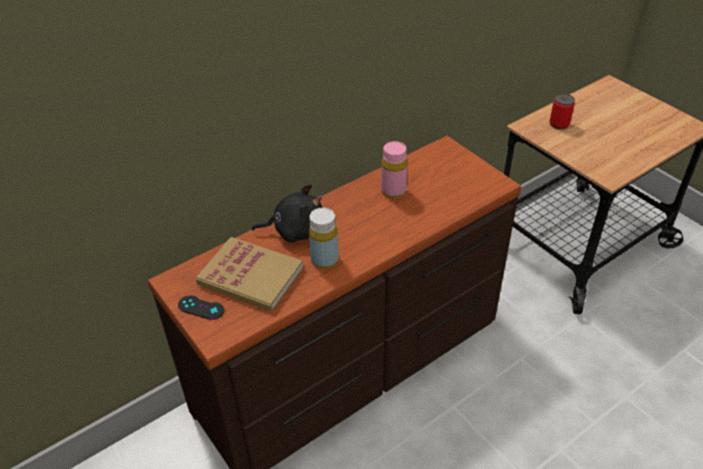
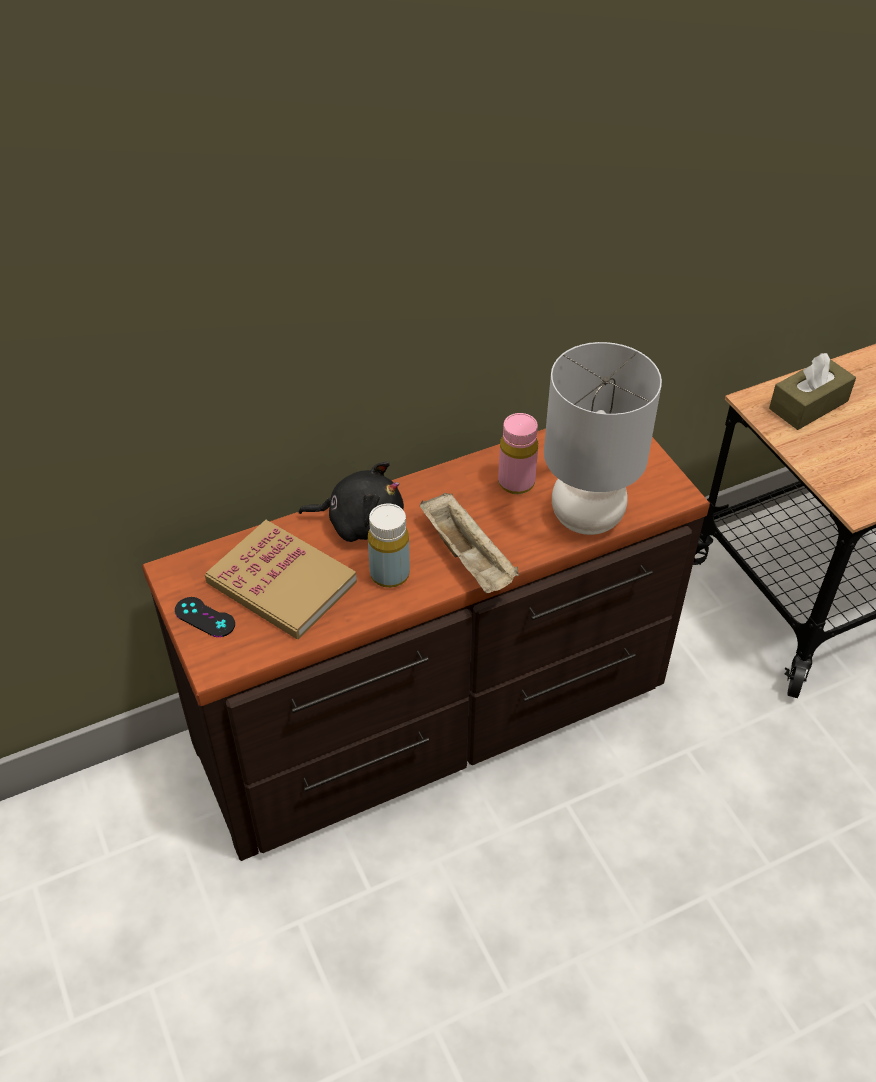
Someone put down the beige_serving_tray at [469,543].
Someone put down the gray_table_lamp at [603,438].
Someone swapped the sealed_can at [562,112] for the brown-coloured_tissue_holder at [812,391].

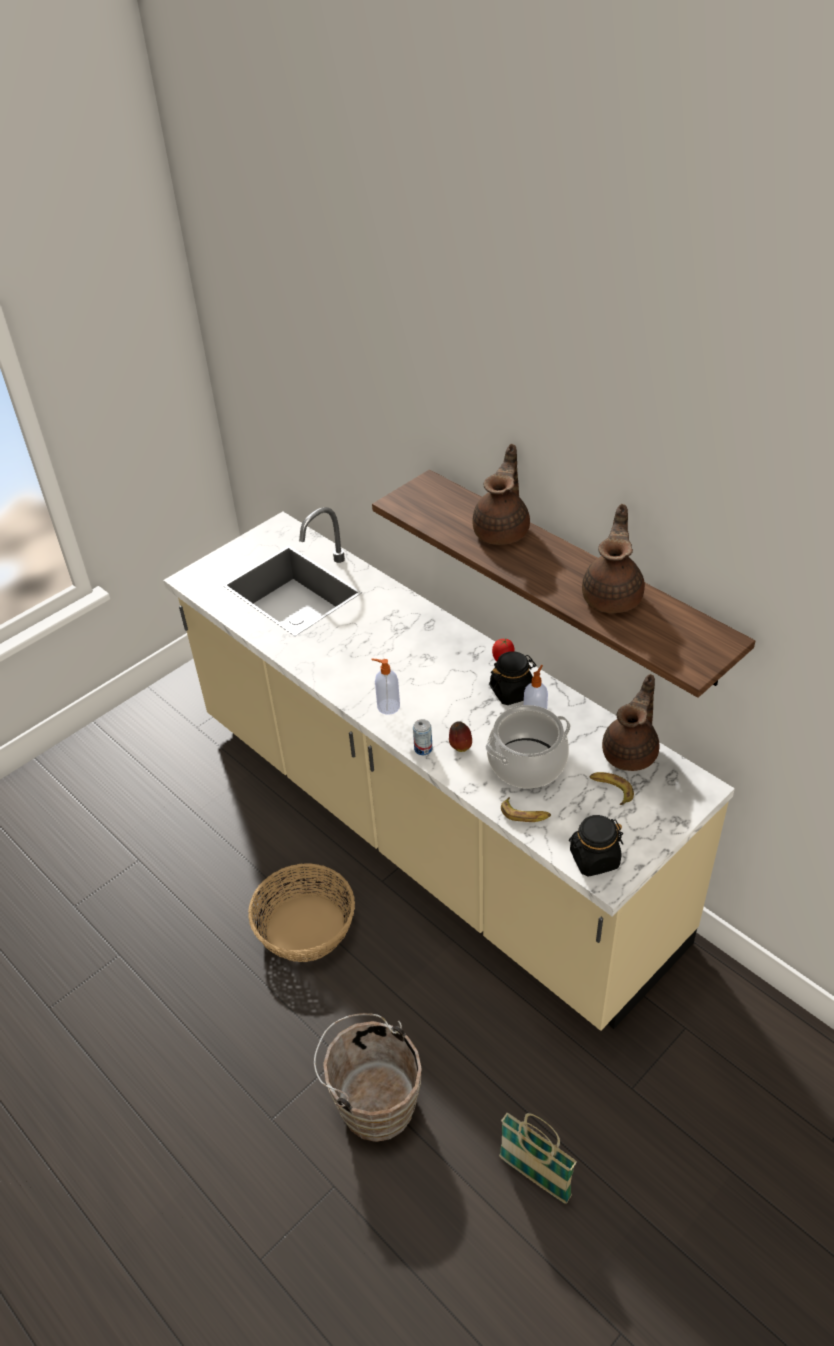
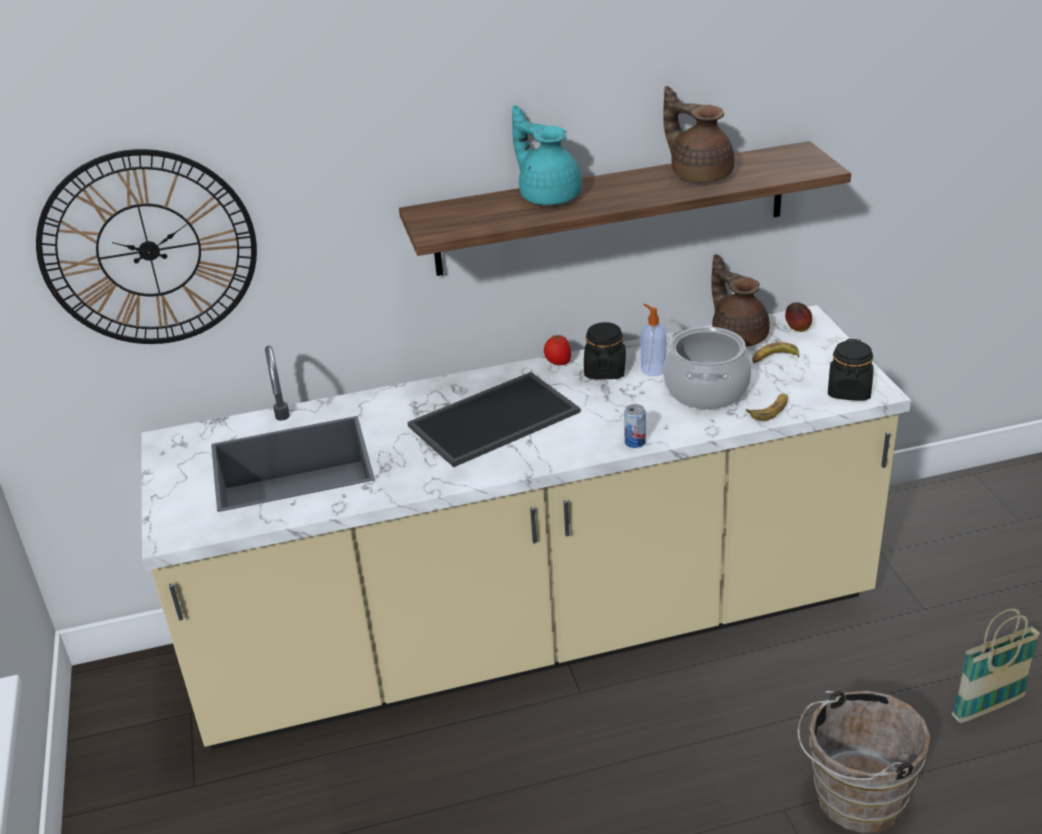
Someone took away the basket at [301,912].
Someone took away the soap_bottle at [385,687].
Someone put up the clock_on_the_wall at [146,246].
Someone put down the serving_tray at [493,419].
Someone carried the apple_fruit from [460,736] to [798,317].
Someone repainted the brown-coloured_teapot at [501,494], which became the blue-green_teapot at [547,155].

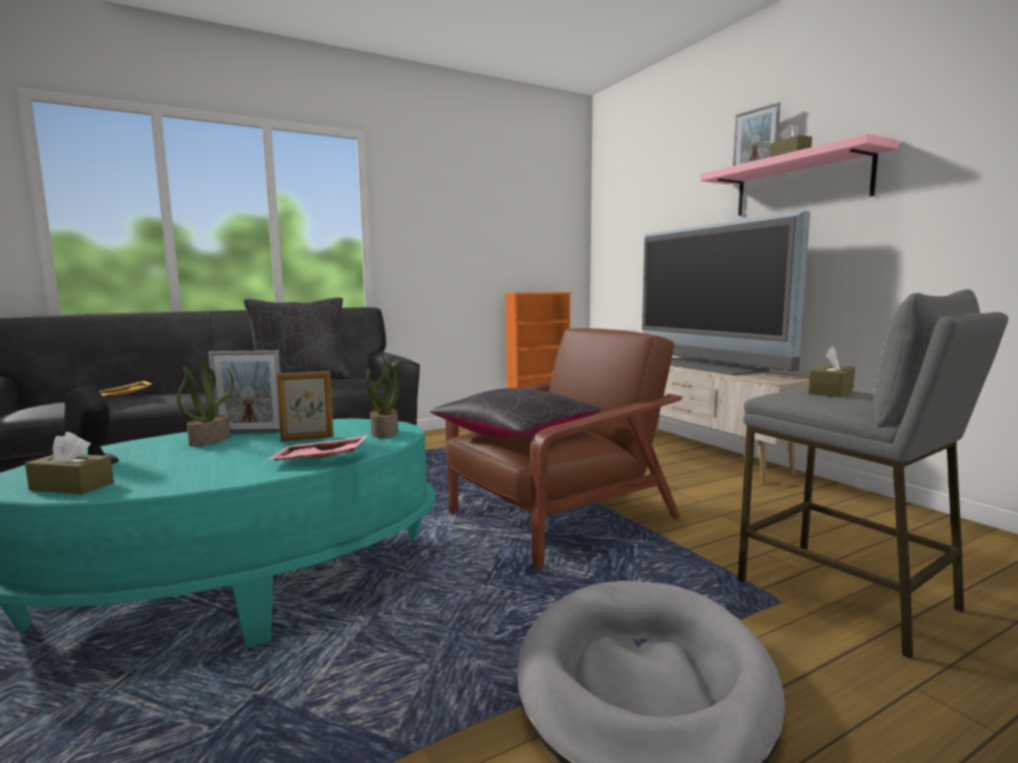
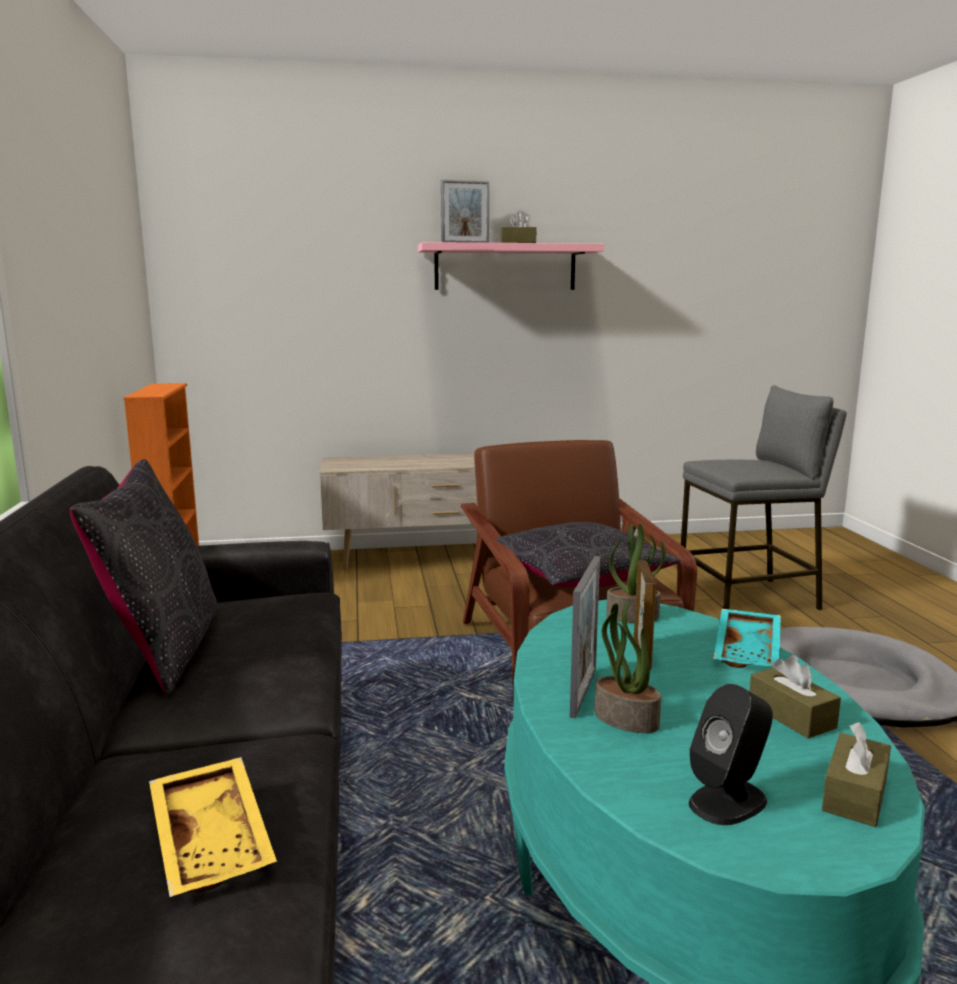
Someone took away the television at [726,293].
Someone carried the brown-coloured_tissue_holder from [831,371] to [795,697].
Someone repainted the pink_serving_tray at [318,448], which became the blue-green_serving_tray at [747,638].

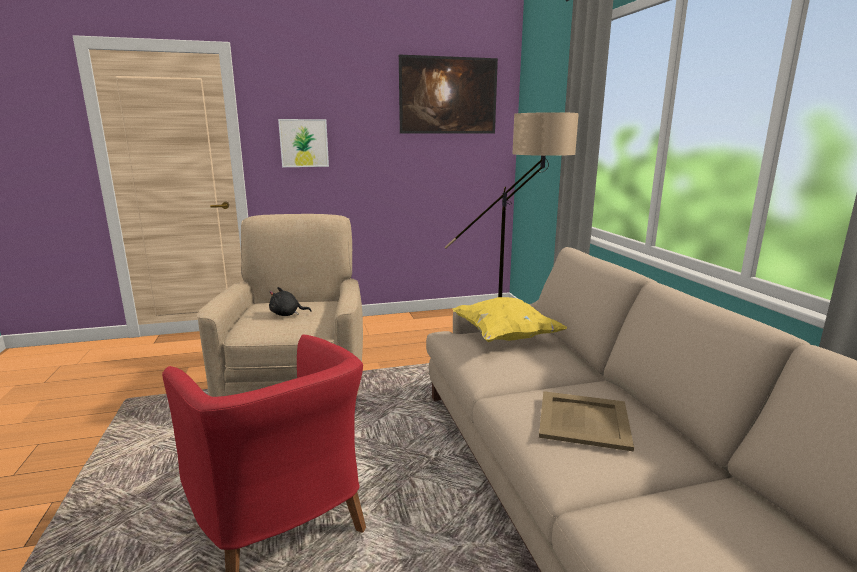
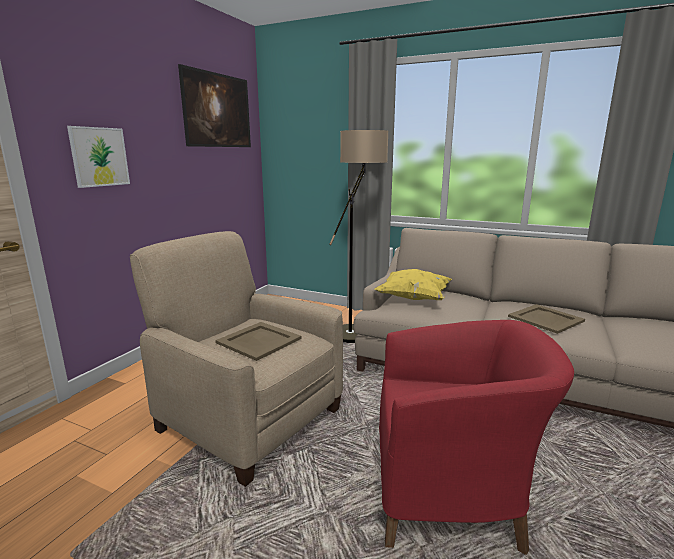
Someone swapped the blackish_plush_toy at [290,301] for the beige_serving_tray at [258,341].

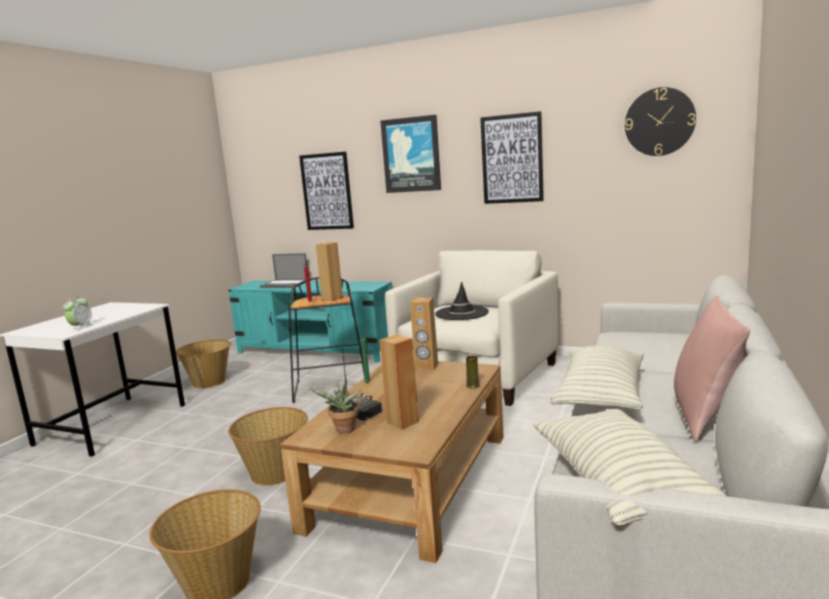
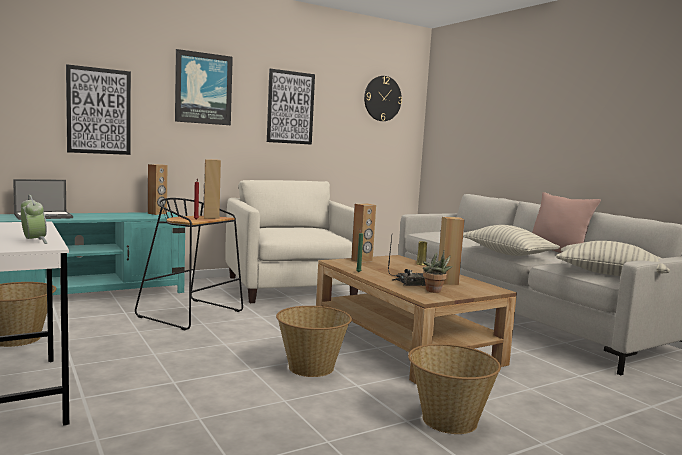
Someone took away the blackish_clothing_hat at [462,300].
Someone put down the brown-coloured_audio_speaker at [157,189].

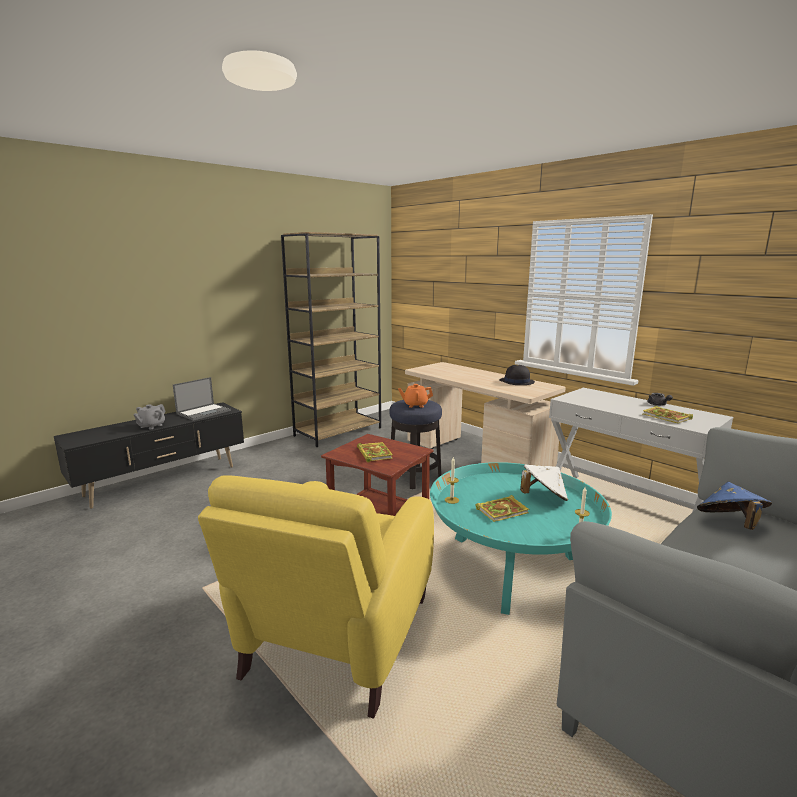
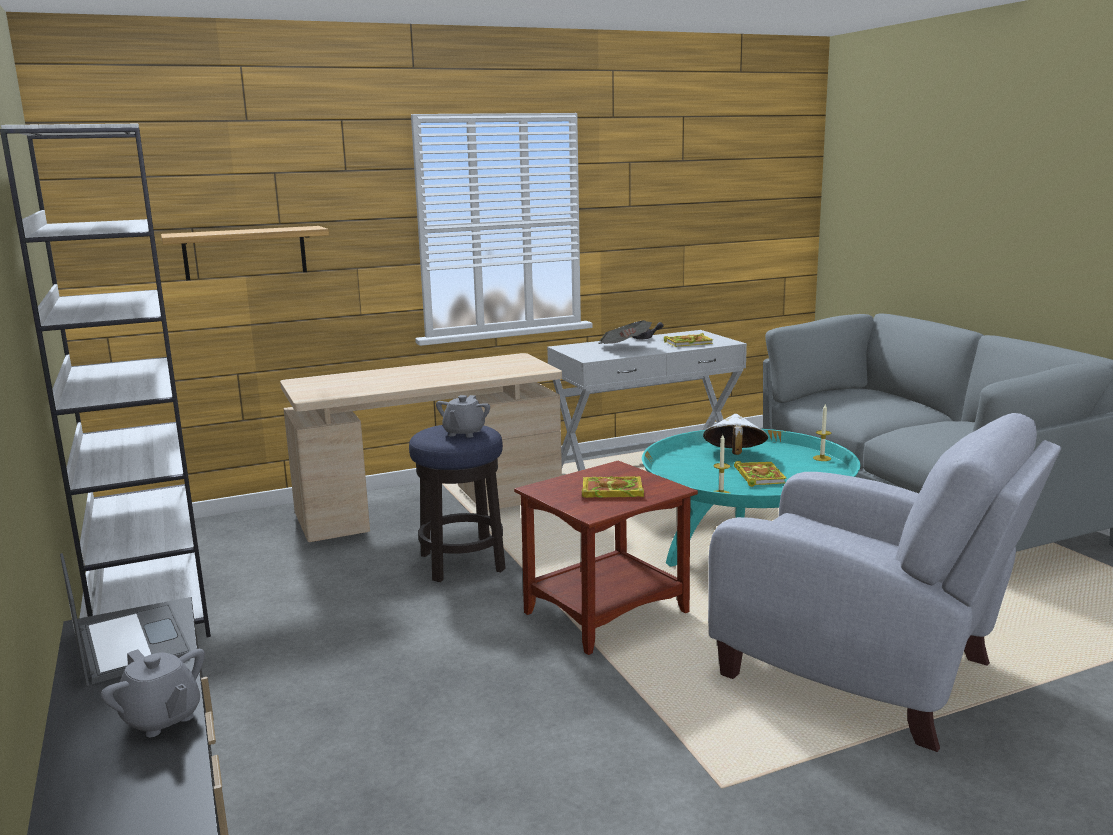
Someone took away the blackish_clothing_hat at [517,375].
Someone took away the blue_clothing_hat at [734,506].
Someone put up the shelf at [245,253].
Someone put down the printed_paper at [625,332].
Someone repainted the yellowish_easy_chair at [316,596], which became the gray_easy_chair at [884,582].
Someone repainted the brown-coloured_shelving_unit at [331,339], which became the white_shelving_unit at [105,380].
Someone repainted the orangey_teapot at [415,396], which became the gray_teapot at [463,416].

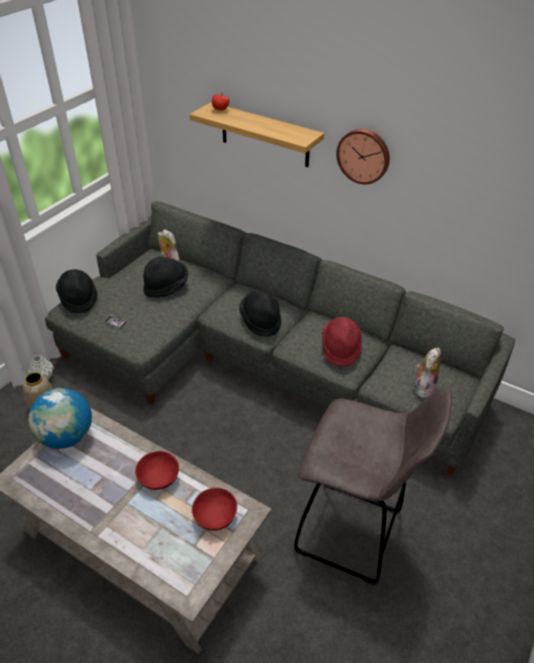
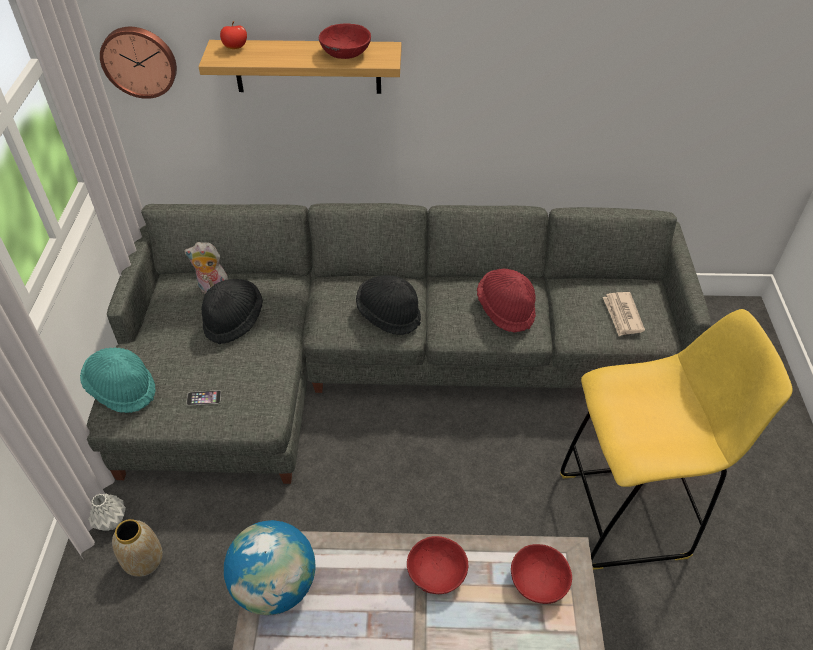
Someone put down the red_serving_bowl at [345,41].
Someone carried the clock_on_the_wall from [363,156] to [138,63].
Someone swapped the plush_toy at [427,372] for the printed_paper at [624,314].
Someone repainted the blackish_clothing_hat at [77,291], which became the blue-green_clothing_hat at [118,380].
Someone repainted the gray_stool at [373,486], which became the yellowish_stool at [676,439].

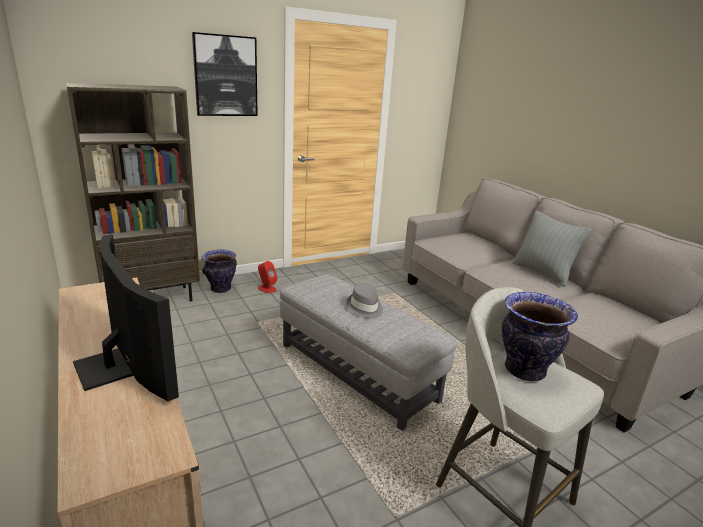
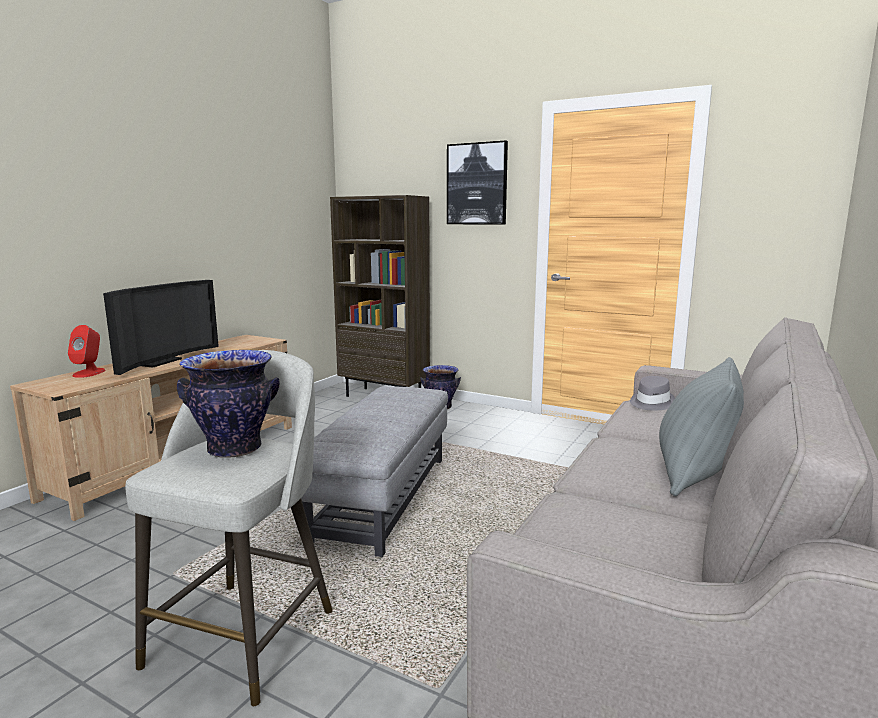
Someone carried the red_audio_speaker from [267,277] to [87,351].
Someone carried the gray_clothing_hat from [365,300] to [652,393].

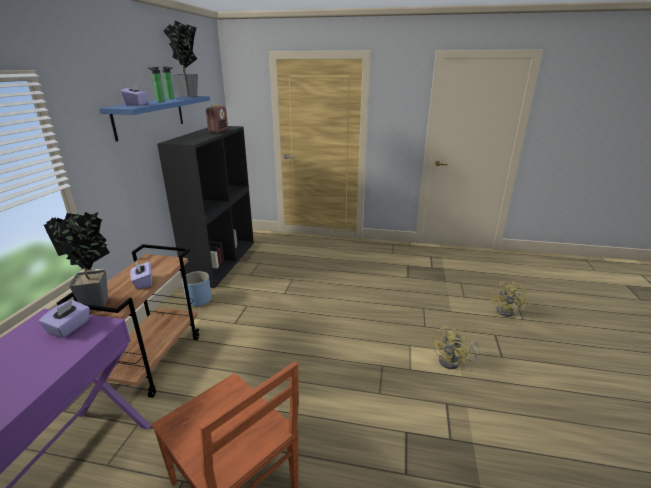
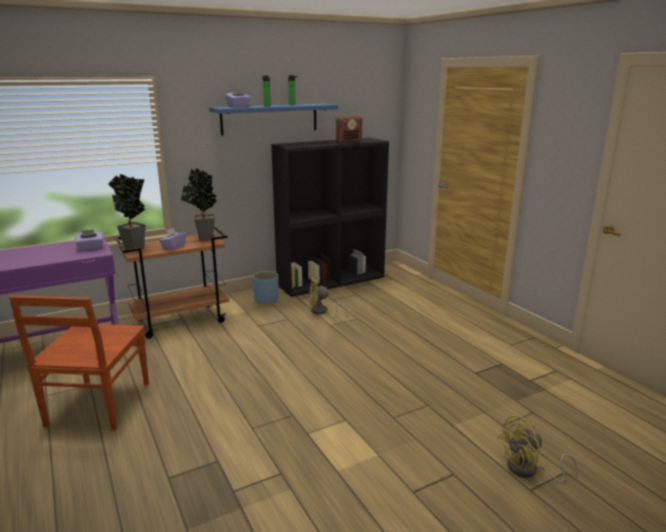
Someone carried the plant_in_a_pot from [180,58] to [199,204].
Someone carried the yellowish_electric_fan from [455,347] to [328,297].

